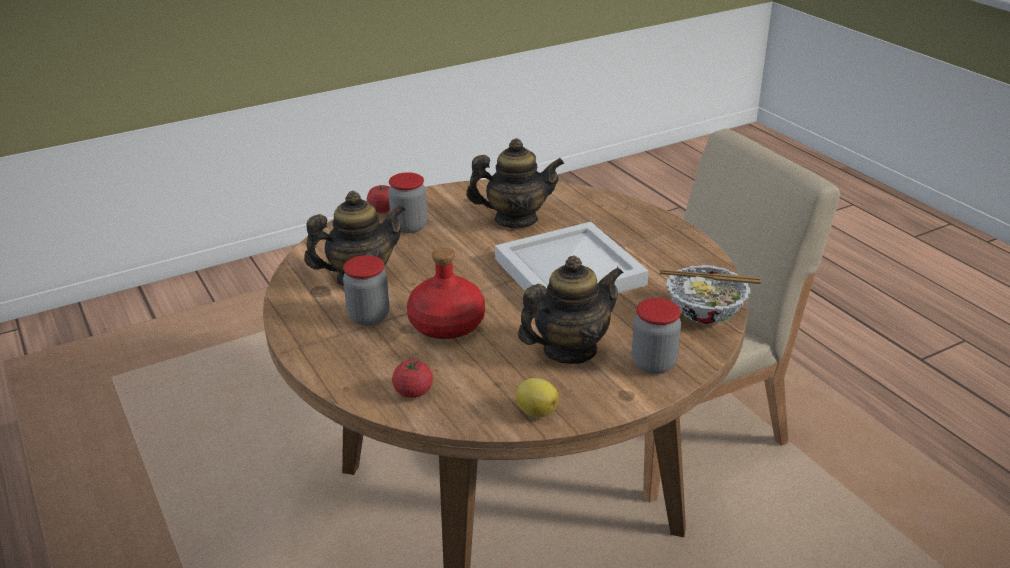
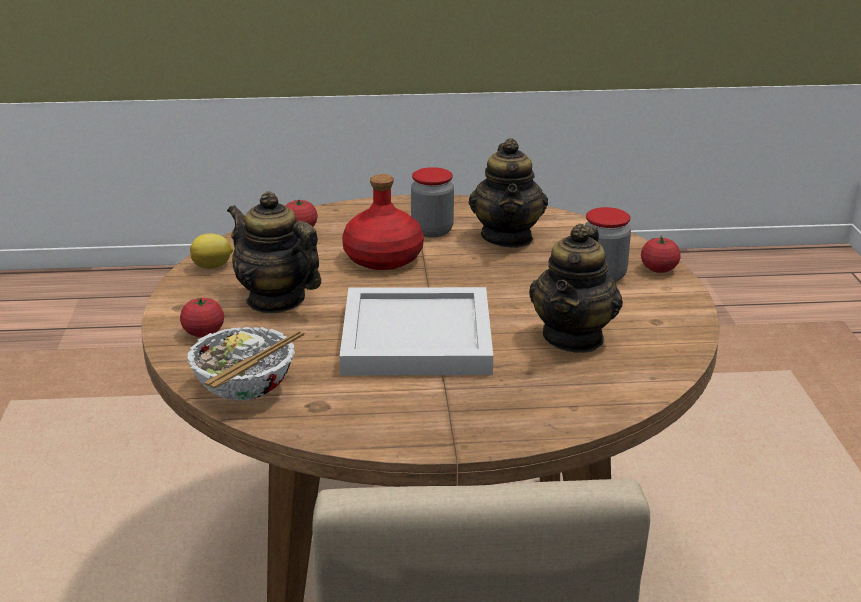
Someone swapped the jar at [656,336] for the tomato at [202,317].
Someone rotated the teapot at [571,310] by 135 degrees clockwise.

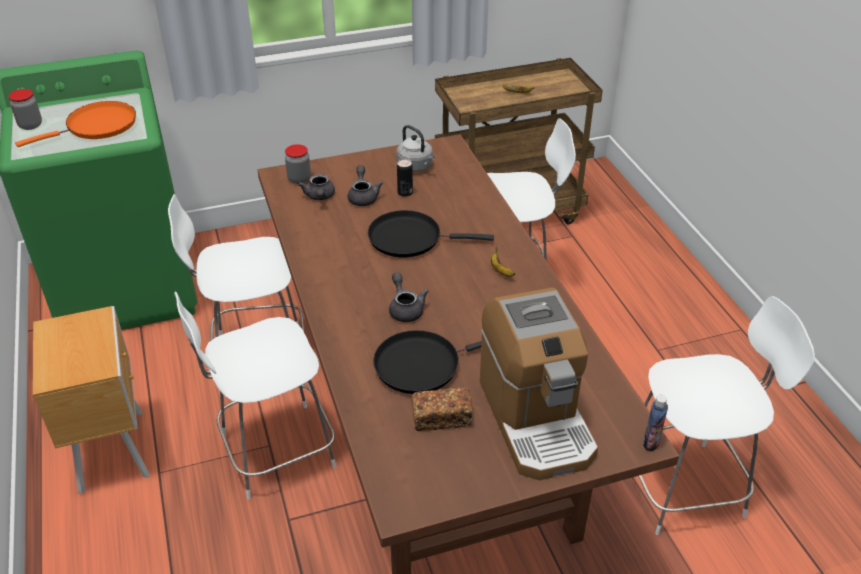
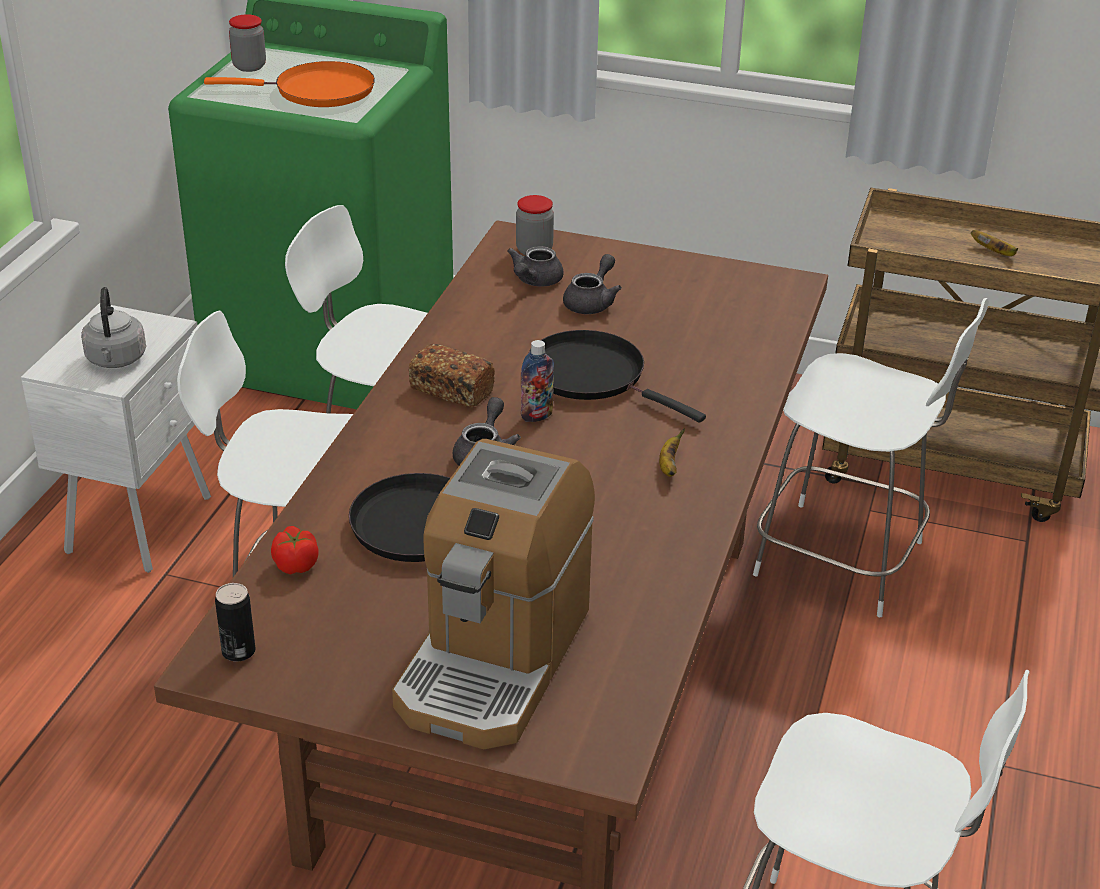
Someone put down the tomato at [295,550].
Someone carried the gray_tea_kettle from [416,148] to [113,327].
Someone carried the sealed_can from [405,178] to [235,622].
Someone carried the baked_bread from [442,409] to [451,375].
Someone carried the drink_bottle from [655,423] to [537,381].
Someone repainted the brown-coloured_bedside_table at [91,400], which became the white_bedside_table at [116,438].

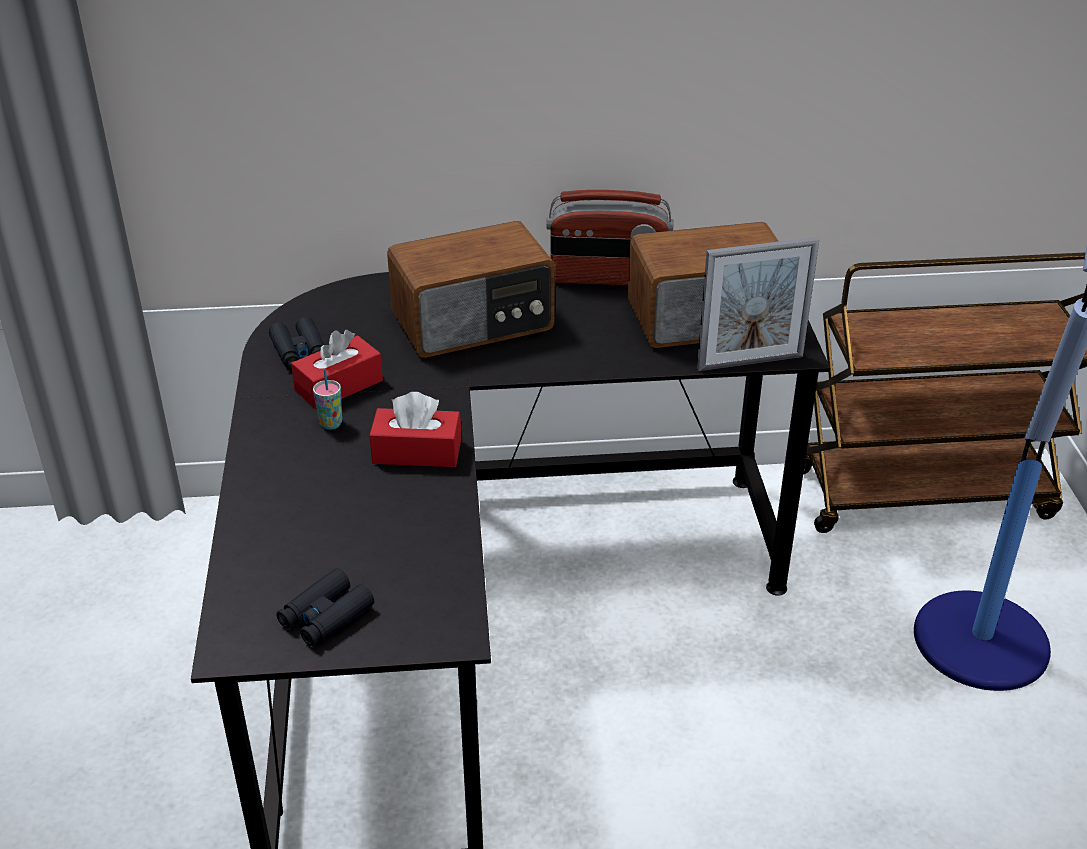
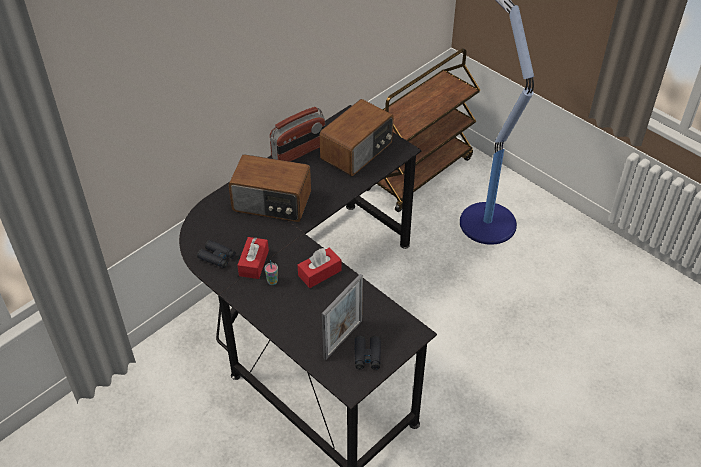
Someone carried the picture_frame from [758,304] to [342,317].
Someone rotated the radio_set at [471,289] by 75 degrees clockwise.

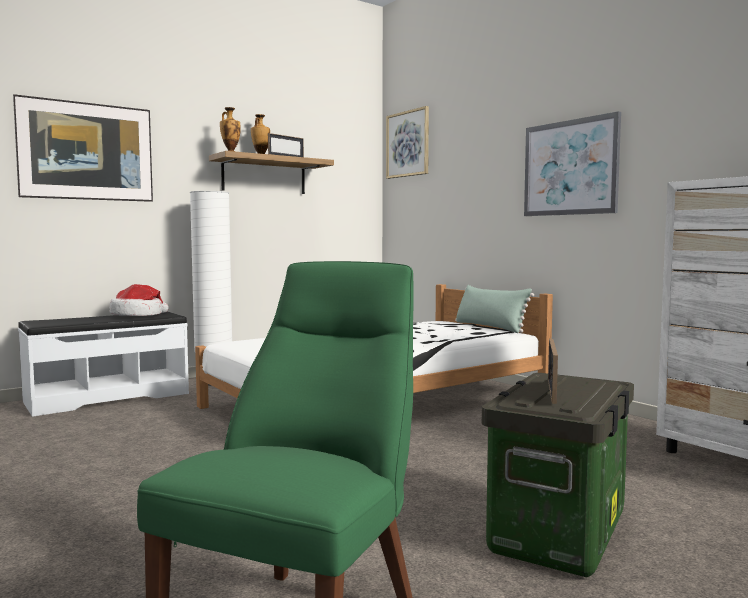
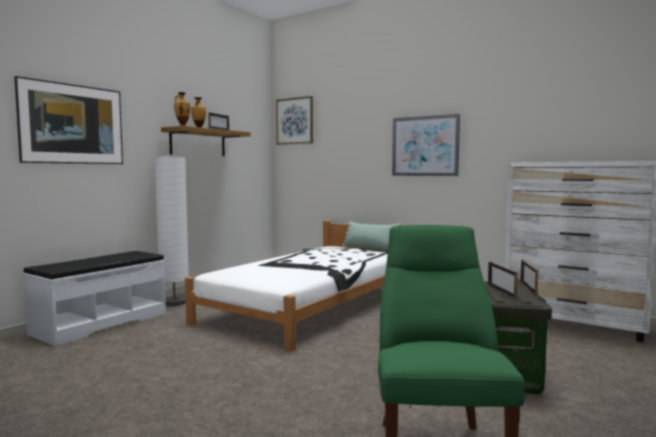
Someone took away the clothing_hat at [139,300].
Someone put down the picture_frame at [529,277].

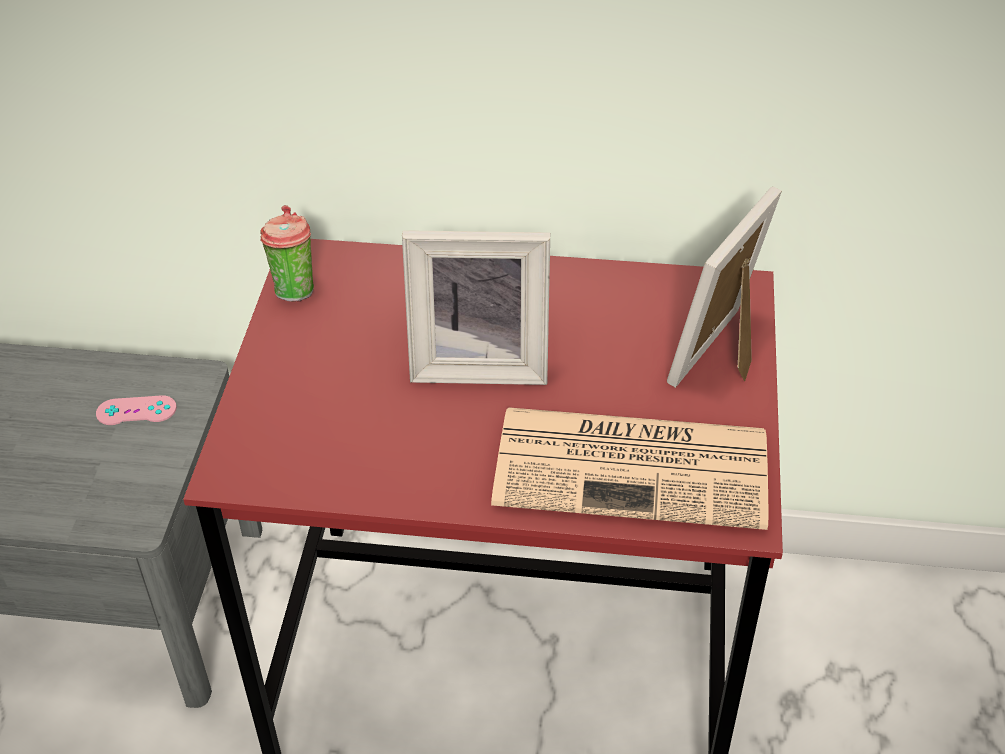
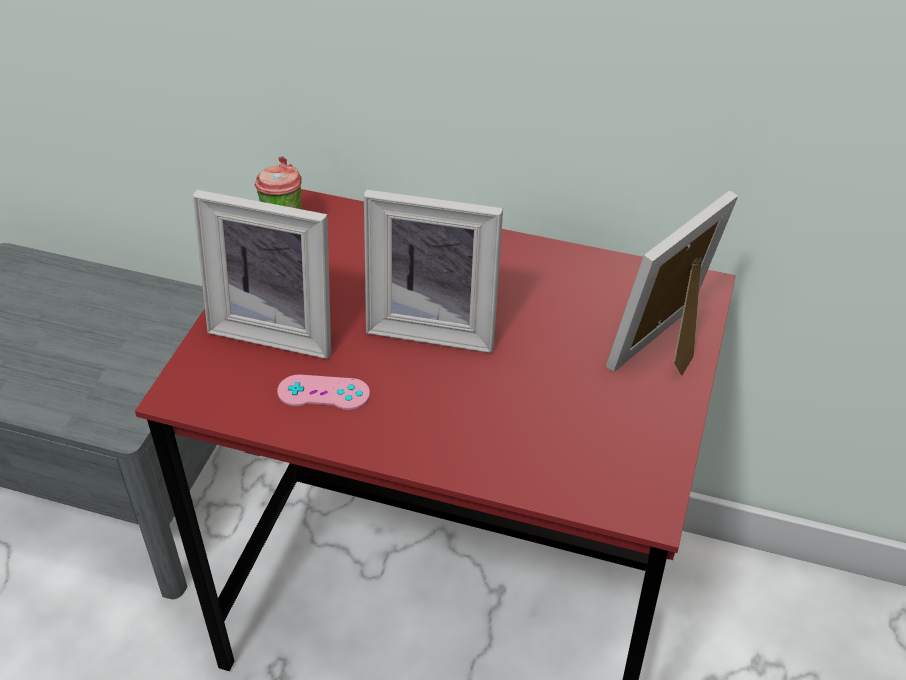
Someone took away the printed_paper at [630,468].
Someone put down the picture_frame at [262,274].
Someone carried the pink_game_controller from [136,410] to [323,392].

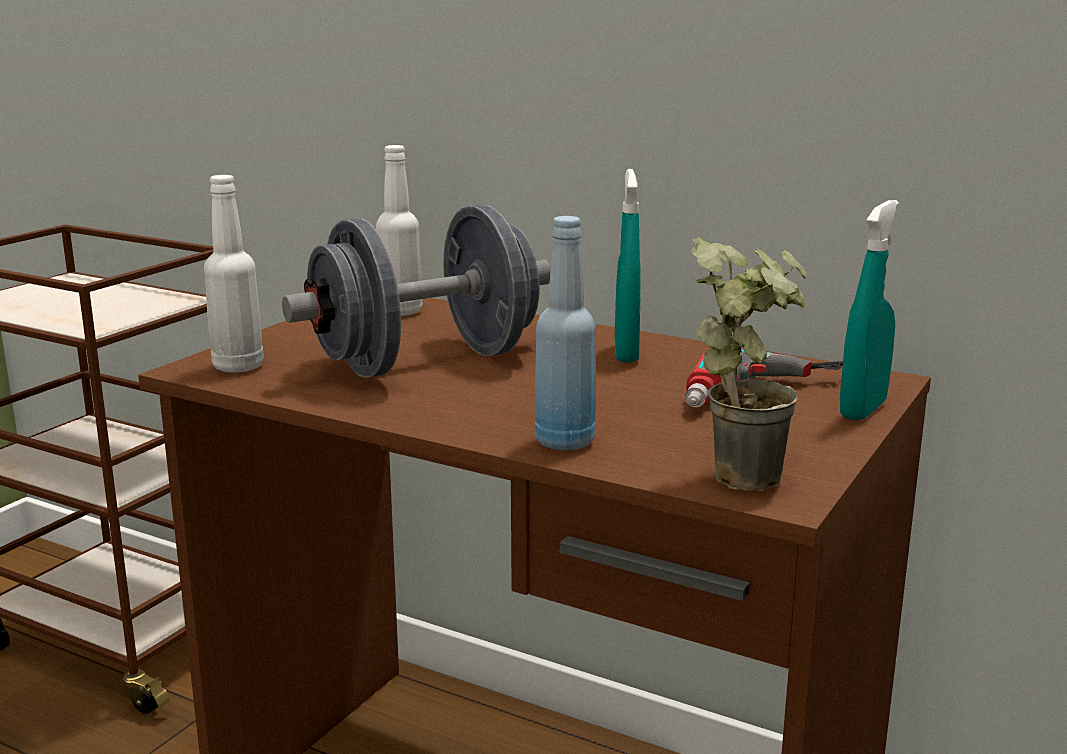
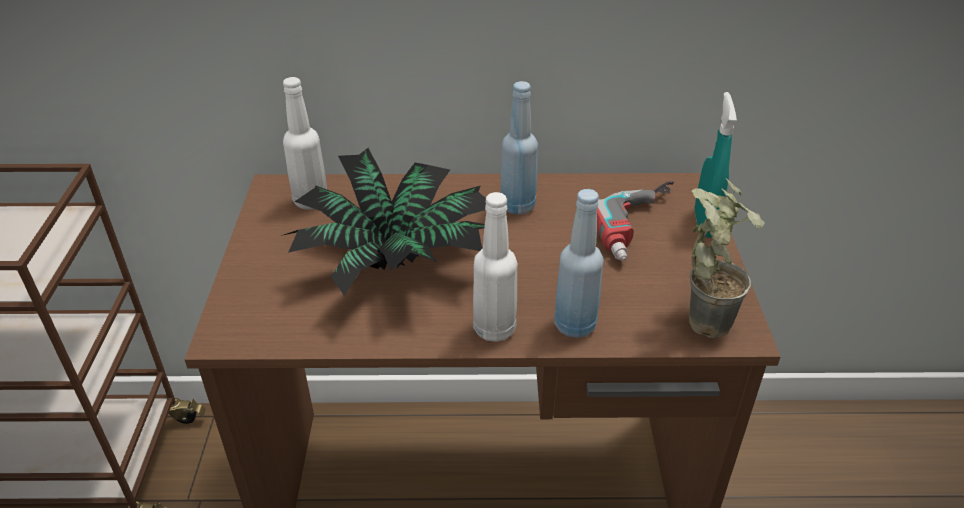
Someone carried the white_drink_bottle from [234,274] to [495,267].
Someone swapped the gray_free_weight at [416,291] for the plant_in_a_pot at [383,221].
Someone swapped the blue-green_spray_bottle at [628,266] for the blue_drink_bottle at [519,148].

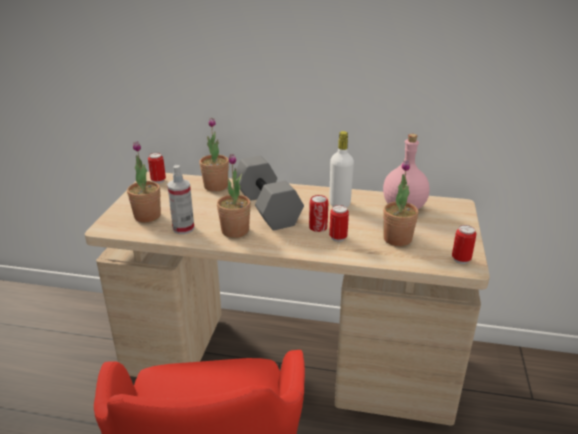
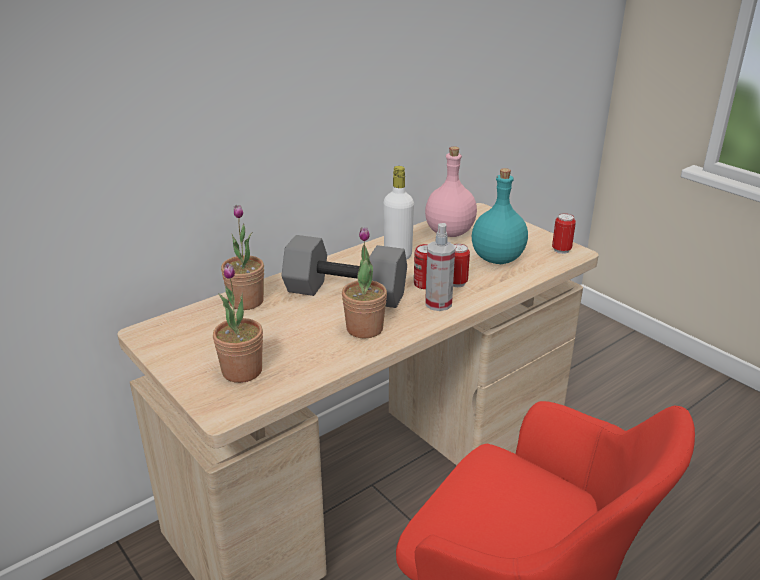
Someone took away the sealed_can at [157,168].
Someone carried the spray_bottle from [181,199] to [440,267].
Someone swapped the plant_in_a_pot at [401,203] for the blue-green_drink_bottle at [500,216].

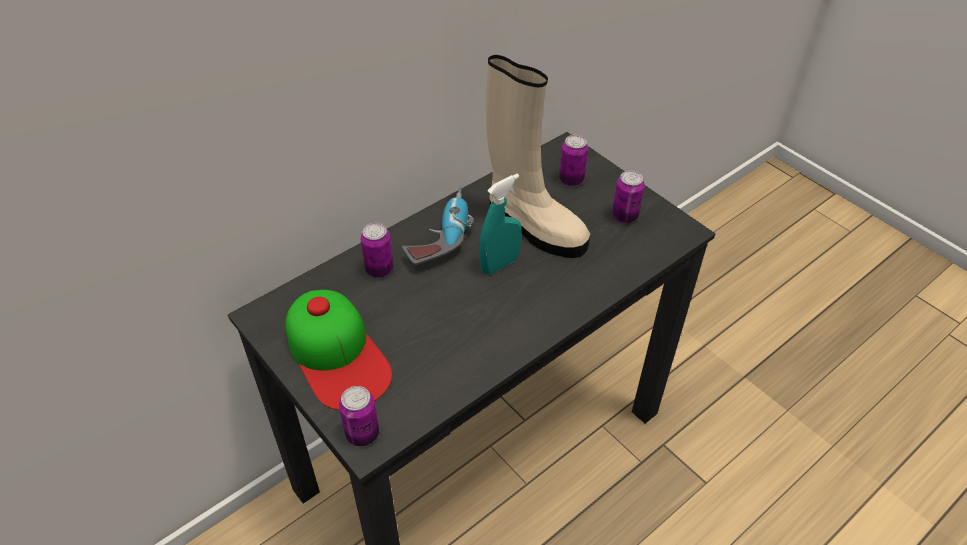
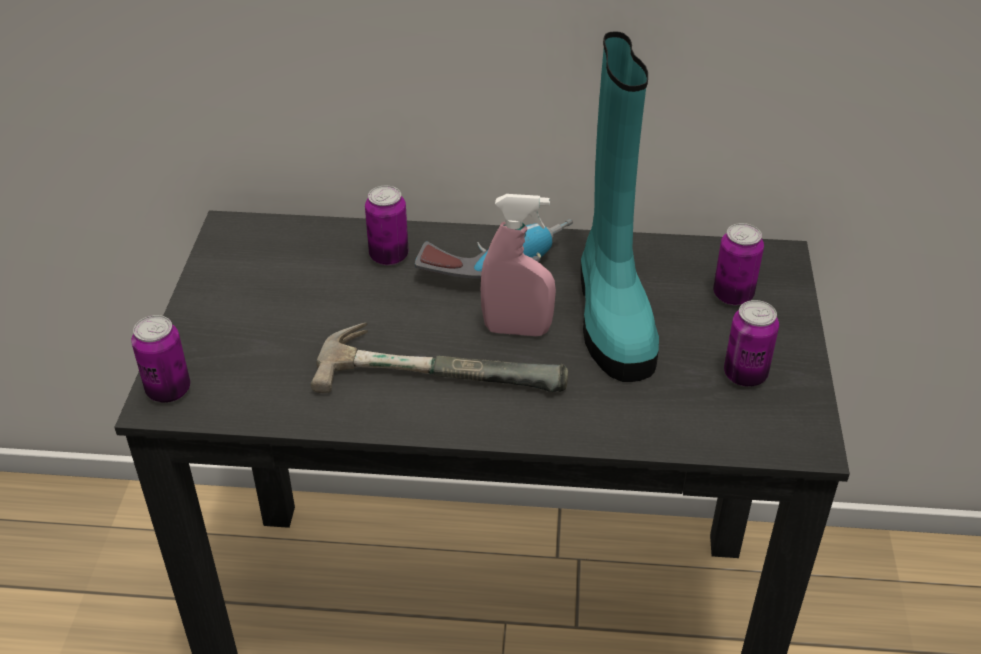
Someone took away the baseball_cap at [338,350].
Someone put down the hammer at [439,357].
Someone repainted the blue-green_spray_bottle at [500,224], which became the pink_spray_bottle at [518,265].
Someone repainted the beige_boot at [538,156], which became the blue-green_boot at [620,206].

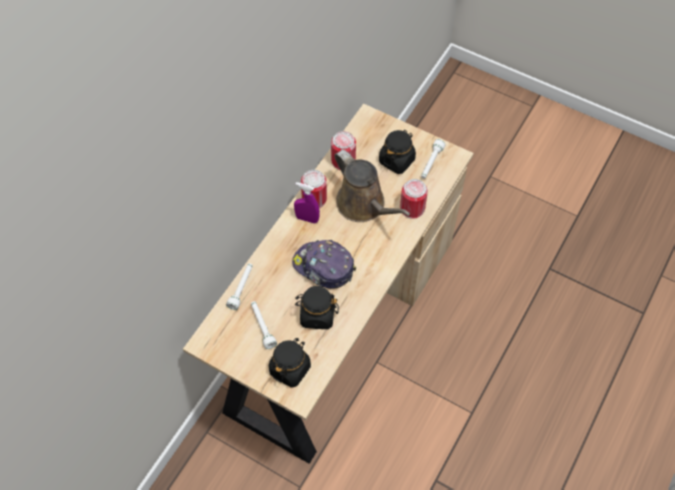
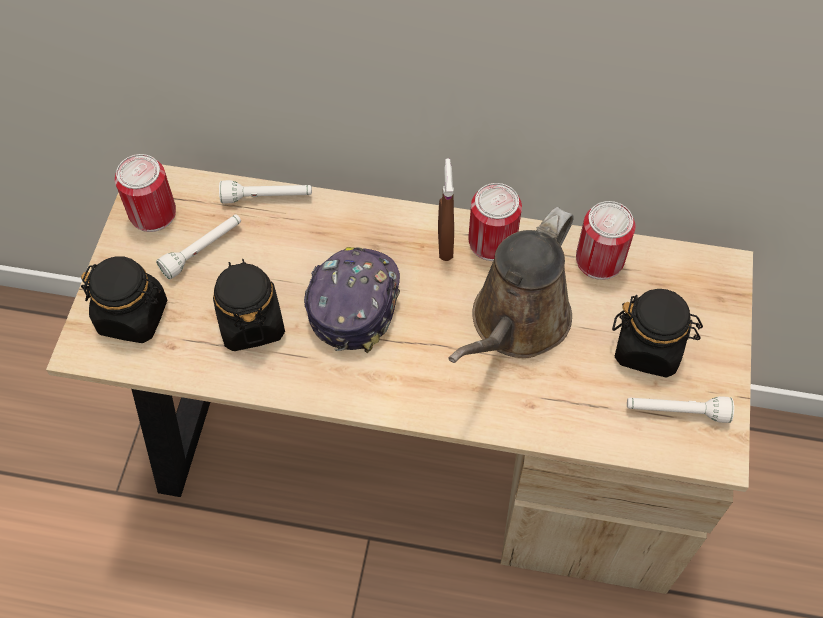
Someone carried the sealed_can from [414,199] to [145,193].
Someone repainted the purple-coloured_spray_bottle at [307,202], which became the brown-coloured_spray_bottle at [446,209].

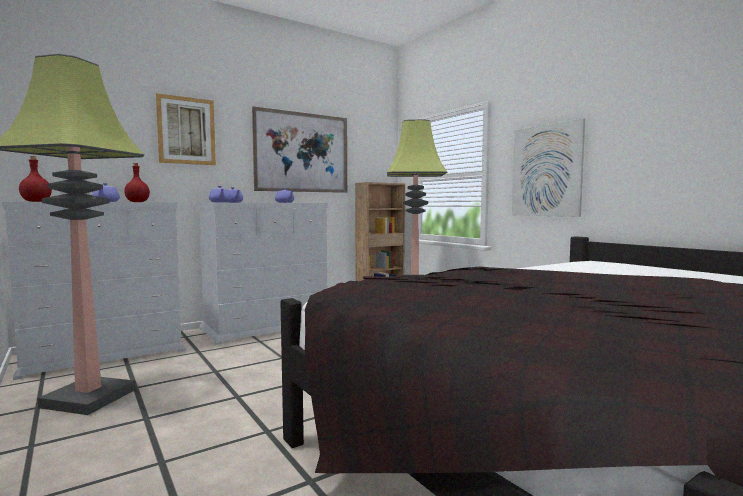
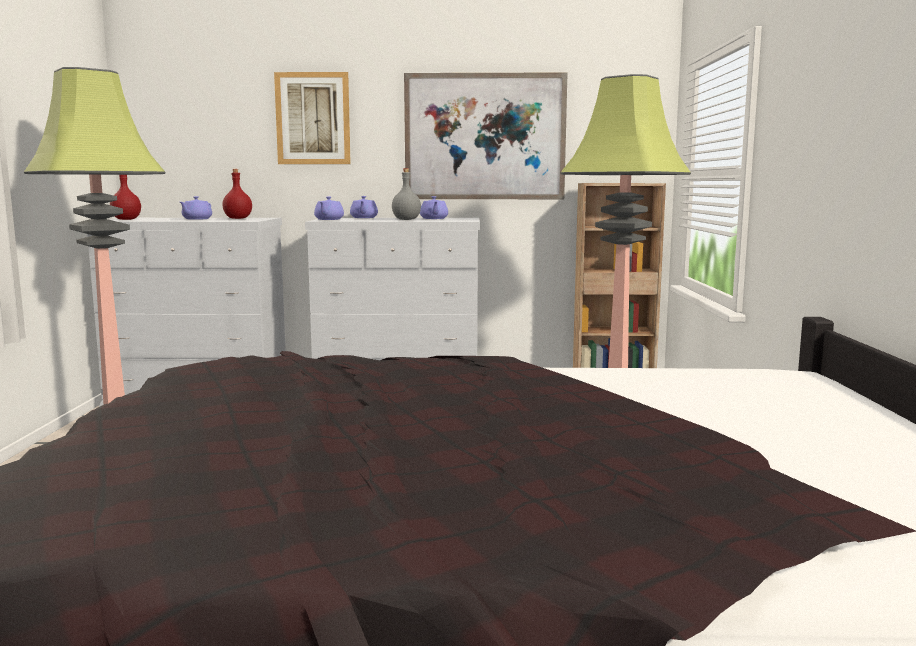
Someone took away the wall_art at [548,167].
Someone put down the gray_drink_bottle at [406,194].

